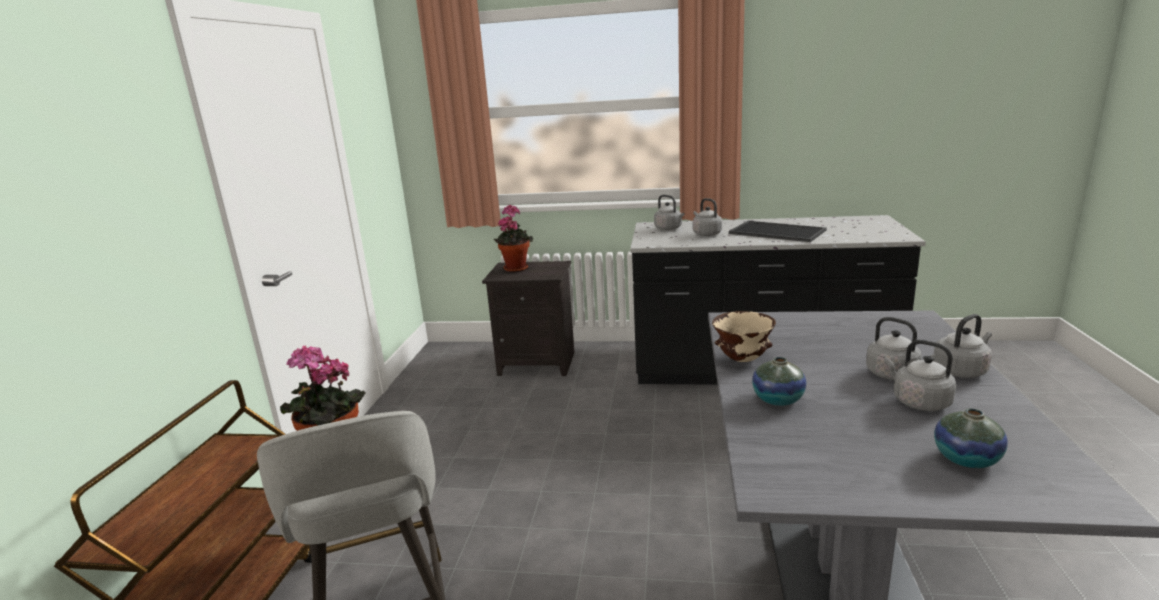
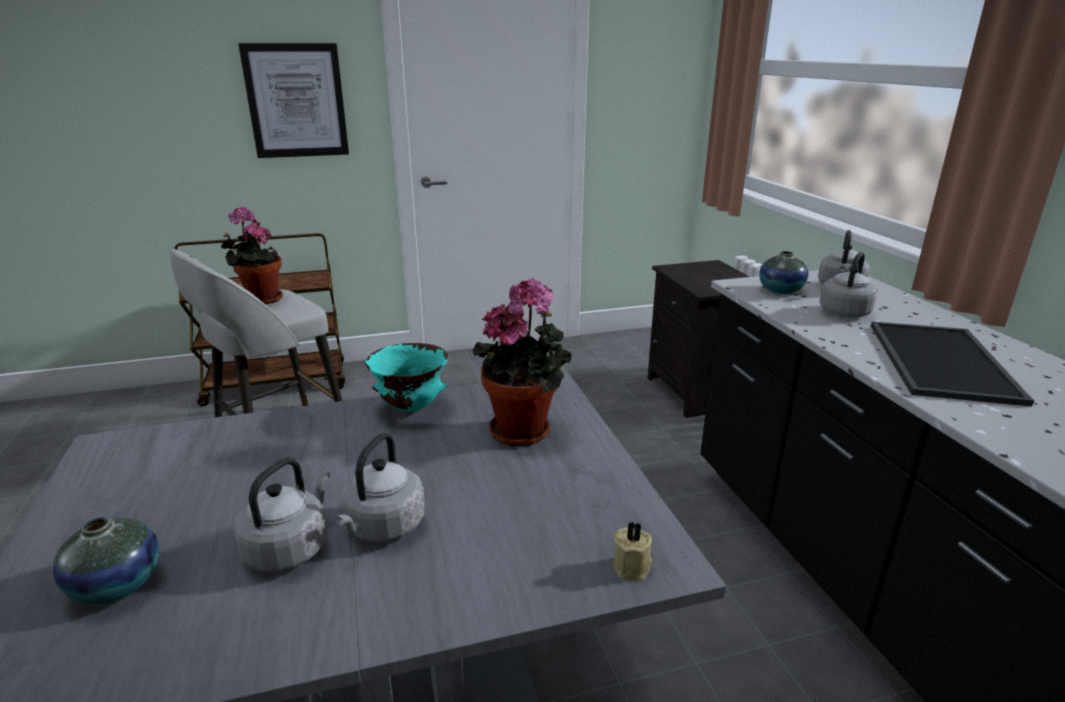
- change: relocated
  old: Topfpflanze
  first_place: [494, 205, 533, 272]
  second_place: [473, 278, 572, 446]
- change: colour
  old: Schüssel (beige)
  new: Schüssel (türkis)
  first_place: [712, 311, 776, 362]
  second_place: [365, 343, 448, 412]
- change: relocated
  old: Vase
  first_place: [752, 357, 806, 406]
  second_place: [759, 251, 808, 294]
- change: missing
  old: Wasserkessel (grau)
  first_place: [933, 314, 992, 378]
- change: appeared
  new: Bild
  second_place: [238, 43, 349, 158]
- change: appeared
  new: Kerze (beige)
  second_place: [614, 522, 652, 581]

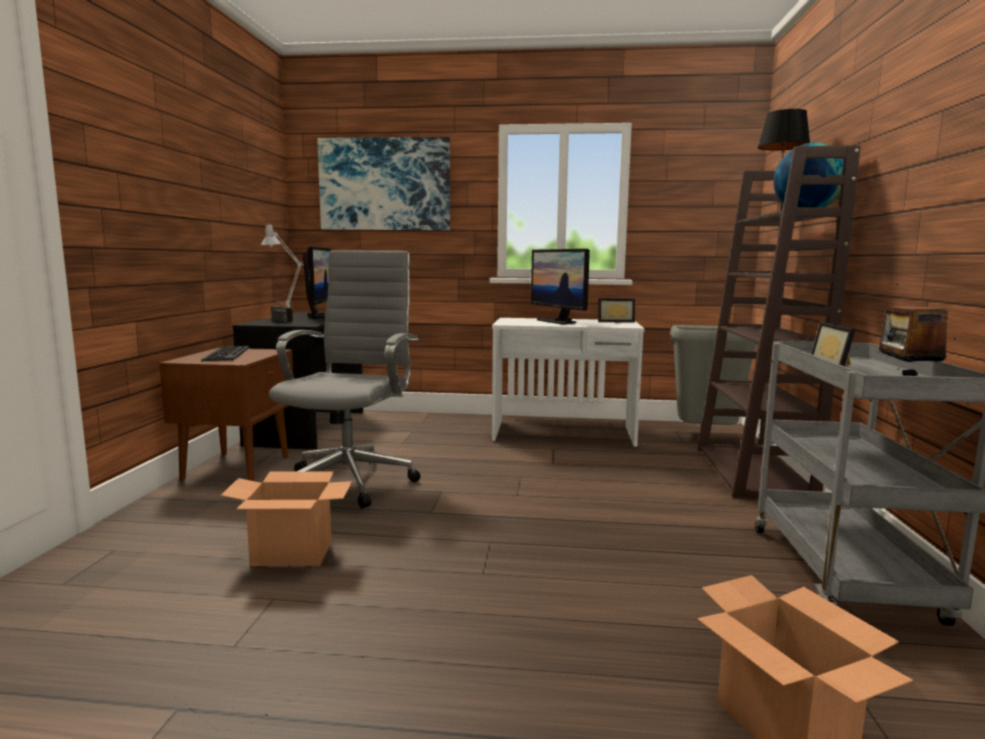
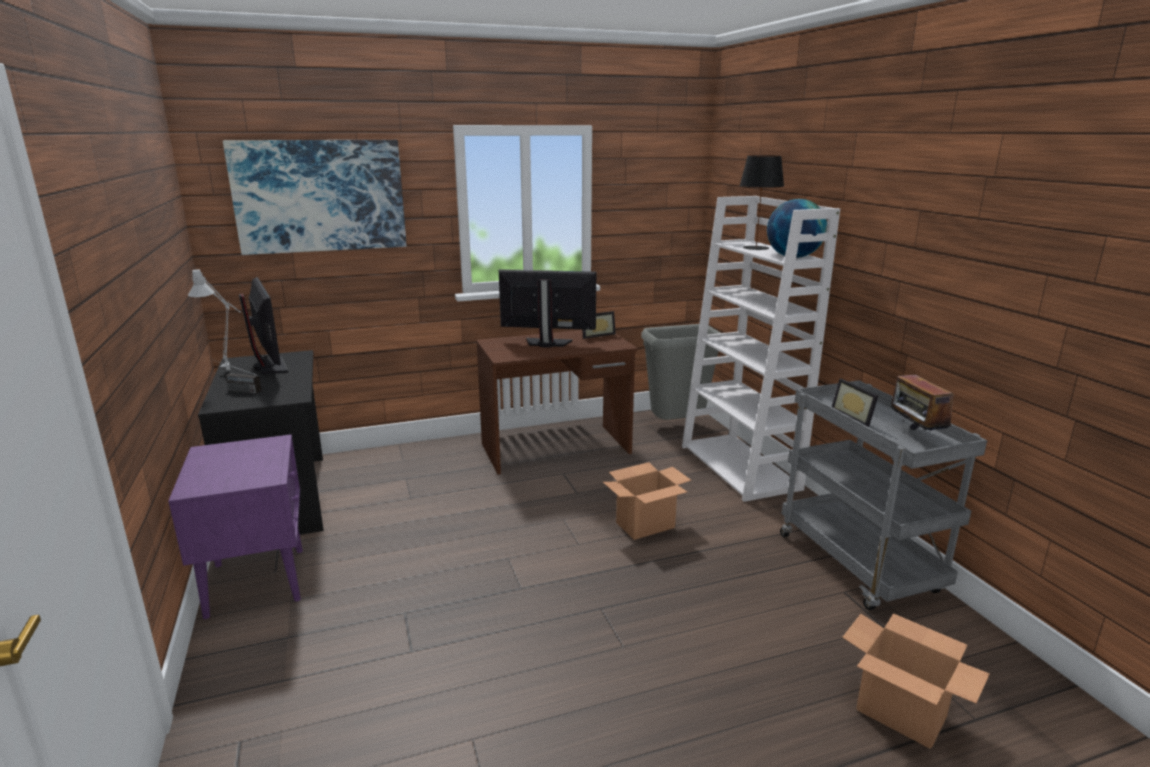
- change: colour
  old: Nachttisch (braun)
  new: Nachttisch (lila)
  first_place: [159, 348, 293, 481]
  second_place: [168, 434, 303, 619]
- change: missing
  old: Tastatur
  first_place: [201, 346, 249, 361]
- change: relocated
  old: Karton
  first_place: [220, 471, 352, 566]
  second_place: [603, 462, 692, 540]
- change: missing
  old: Bürostuhl (grau)
  first_place: [269, 250, 421, 509]
- change: colour
  old: Schreibtisch (weiß)
  new: Schreibtisch (braun)
  first_place: [492, 318, 645, 447]
  second_place: [476, 330, 638, 475]
- change: spun
  old: Monitor
  first_place: [531, 249, 590, 325]
  second_place: [499, 269, 596, 348]
  degrees: 150
- change: colour
  old: Bücherregal (braun)
  new: Bücherregal (weiß)
  first_place: [697, 145, 861, 499]
  second_place: [682, 196, 840, 502]

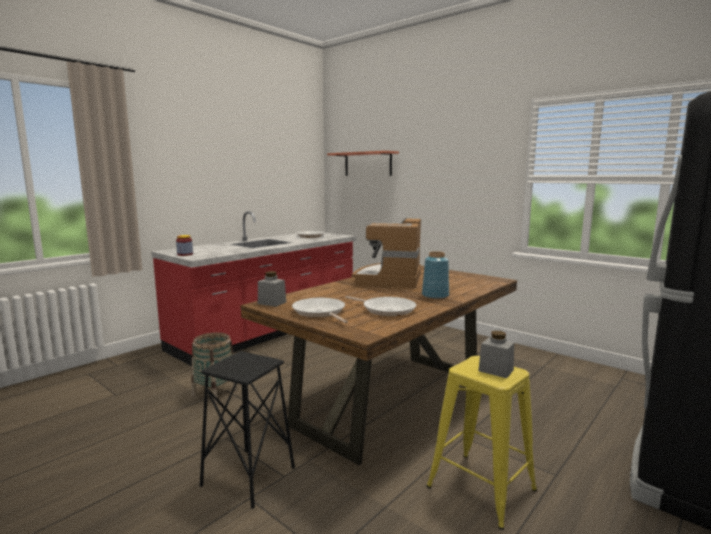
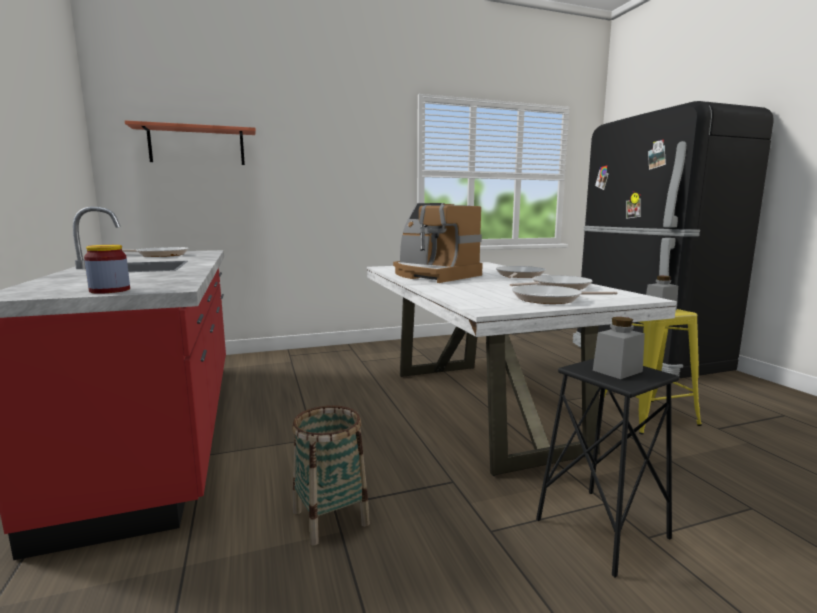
- change: colour
  old: Esstisch (braun)
  new: Esstisch (weiß)
  first_place: [240, 266, 517, 465]
  second_place: [367, 262, 677, 476]
- change: relocated
  old: Vorratsglas (grau)
  first_place: [258, 271, 286, 307]
  second_place: [593, 317, 645, 379]
- change: exchanged
  old: Vase (blau)
  new: Pfanne
  first_place: [422, 251, 449, 299]
  second_place: [496, 266, 546, 278]

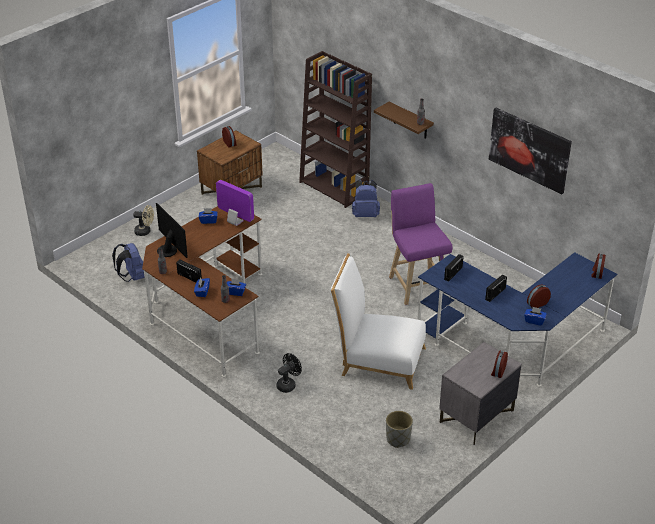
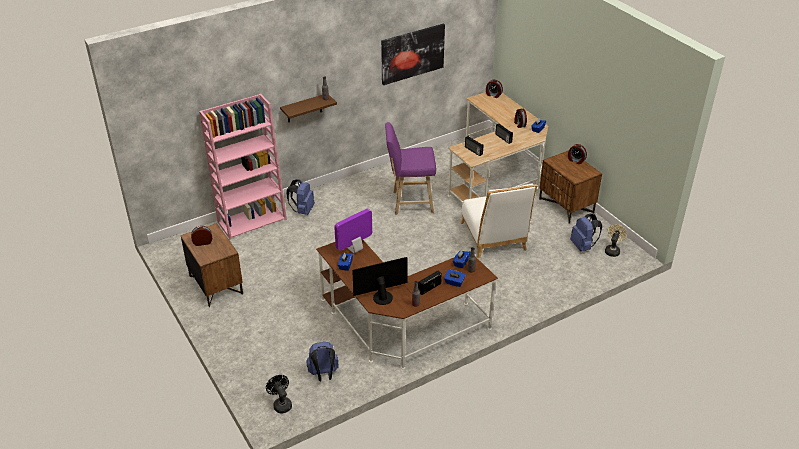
- change: relocated
  old: Ventilator (beige)
  first_place: [133, 205, 154, 236]
  second_place: [605, 224, 627, 257]
- change: relocated
  old: Ventilator (schwarz)
  first_place: [276, 353, 302, 393]
  second_place: [266, 375, 292, 413]
- change: colour
  old: Bücherregal (braun)
  new: Bücherregal (rosa)
  first_place: [299, 51, 372, 208]
  second_place: [199, 94, 287, 240]
- change: spun
  old: Stuhl (weiß)
  first_place: [331, 253, 426, 390]
  second_place: [460, 184, 538, 259]
  degrees: -45
- change: exchanged
  old: Pflanzkübel (grau)
  new: Rucksack (blau)
  first_place: [386, 411, 413, 448]
  second_place: [570, 214, 602, 251]
- change: colour
  old: Schreibtisch (blau)
  new: Schreibtisch (beige)
  first_place: [418, 252, 617, 387]
  second_place: [447, 92, 548, 203]
- change: colour
  old: Nachttisch (grau)
  new: Nachttisch (braun)
  first_place: [439, 342, 522, 445]
  second_place: [539, 150, 602, 224]

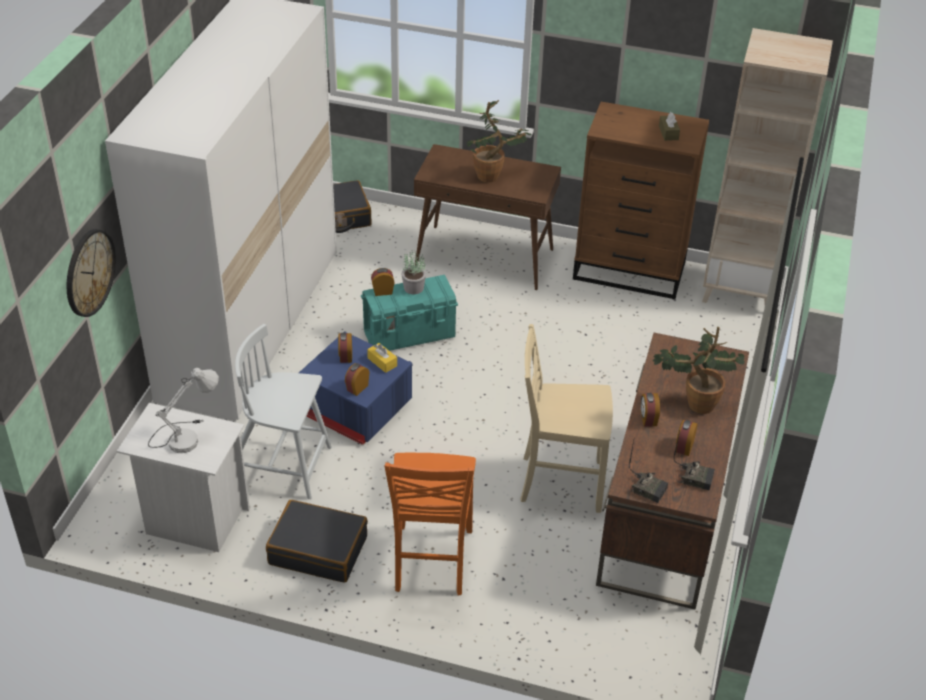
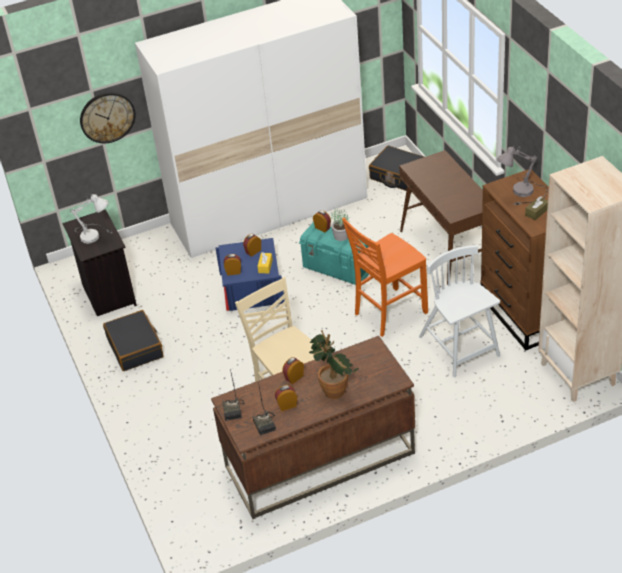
- change: colour
  old: Nachttisch (weiß)
  new: Nachttisch (schwarz)
  first_place: [117, 403, 250, 552]
  second_place: [62, 209, 137, 316]
- change: relocated
  old: Stuhl (weiß)
  first_place: [235, 324, 332, 499]
  second_place: [419, 245, 500, 377]
- change: relocated
  old: Stuhl (orange)
  first_place: [385, 453, 476, 595]
  second_place: [342, 217, 428, 337]
- change: missing
  old: Topfpflanze
  first_place: [466, 100, 532, 183]
- change: appeared
  new: Tischlampe (grau)
  second_place: [497, 146, 548, 205]

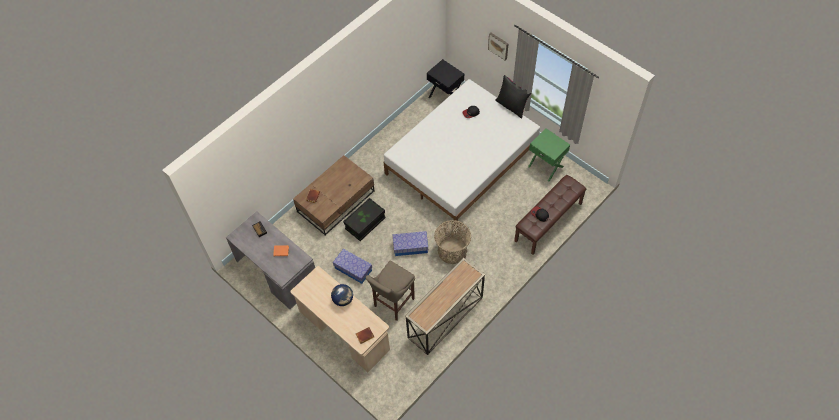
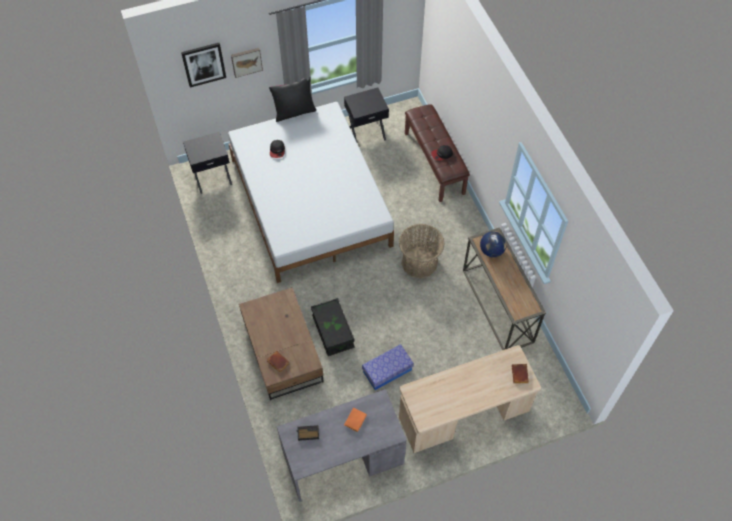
- change: relocated
  old: Globus
  first_place: [331, 284, 353, 306]
  second_place: [480, 231, 507, 257]
- change: missing
  old: Hocker (beige)
  first_place: [366, 261, 415, 321]
- change: missing
  old: Aufbewahrungsbox
  first_place: [392, 231, 428, 256]
- change: colour
  old: Nachttisch (grün)
  new: Nachttisch (schwarz)
  first_place: [528, 129, 570, 182]
  second_place: [344, 88, 389, 142]
- change: appeared
  new: Bild
  second_place: [181, 43, 226, 88]

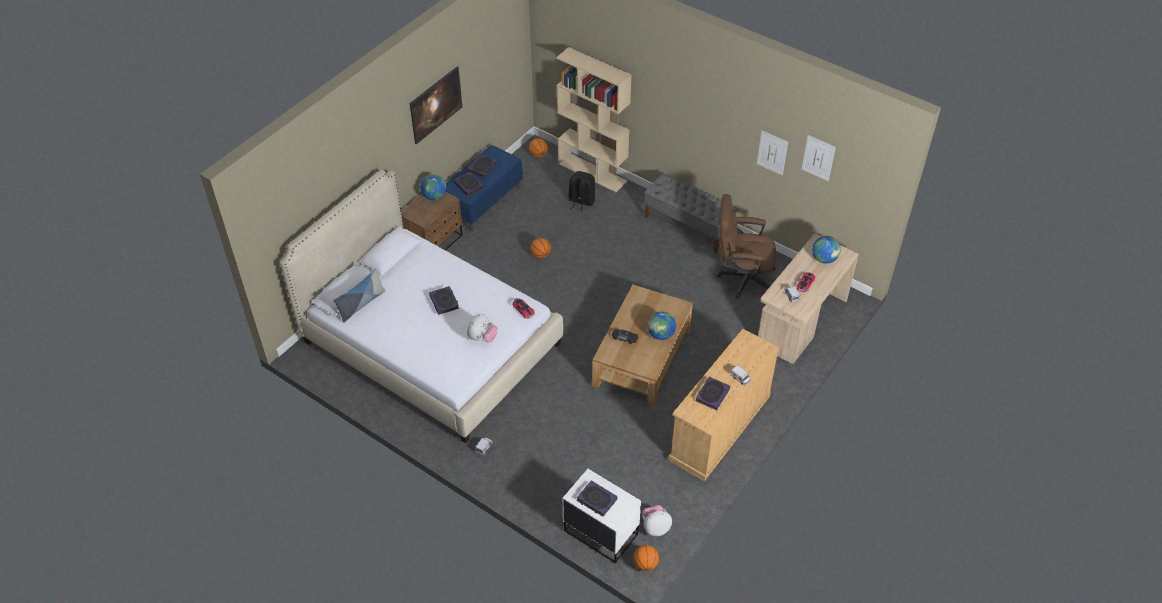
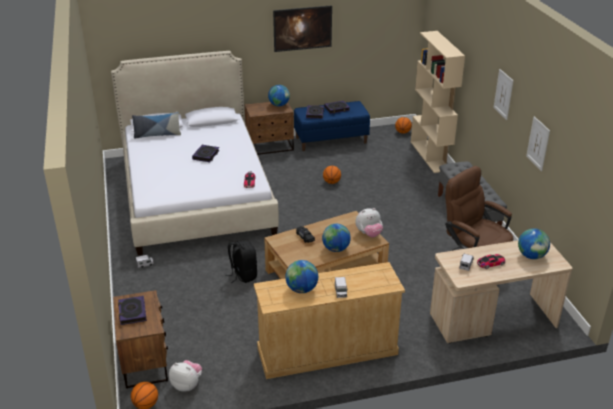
- change: relocated
  old: Plüschtier
  first_place: [467, 313, 498, 342]
  second_place: [356, 208, 383, 237]
- change: colour
  old: Nachttisch (weiß)
  new: Nachttisch (braun)
  first_place: [563, 469, 641, 564]
  second_place: [113, 290, 168, 389]
- change: relocated
  old: Rucksack (schwarz)
  first_place: [568, 171, 595, 212]
  second_place: [225, 240, 257, 283]
- change: exchanged
  old: Buch
  new: Globus
  first_place: [695, 377, 730, 410]
  second_place: [285, 260, 318, 293]
- change: relocated
  old: Bild
  first_place: [802, 135, 836, 181]
  second_place: [493, 69, 513, 120]

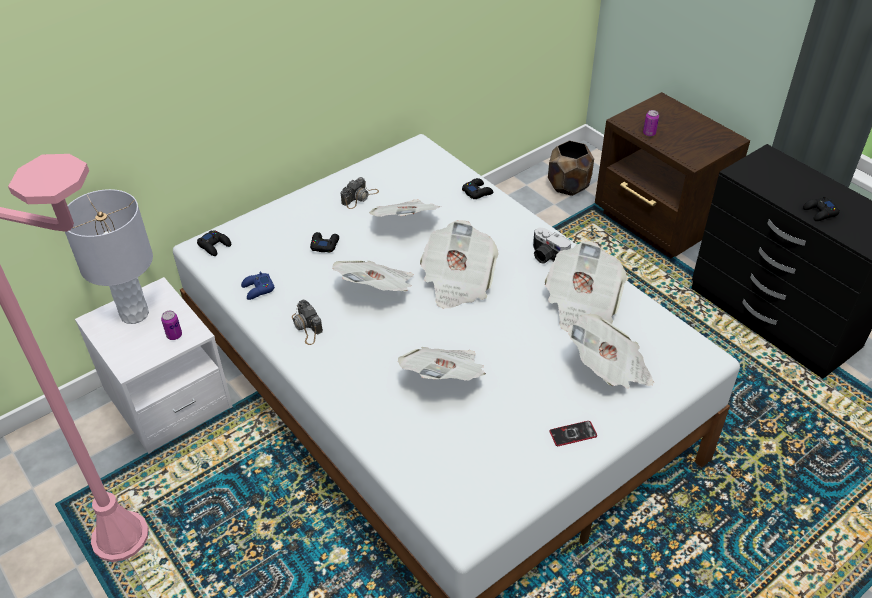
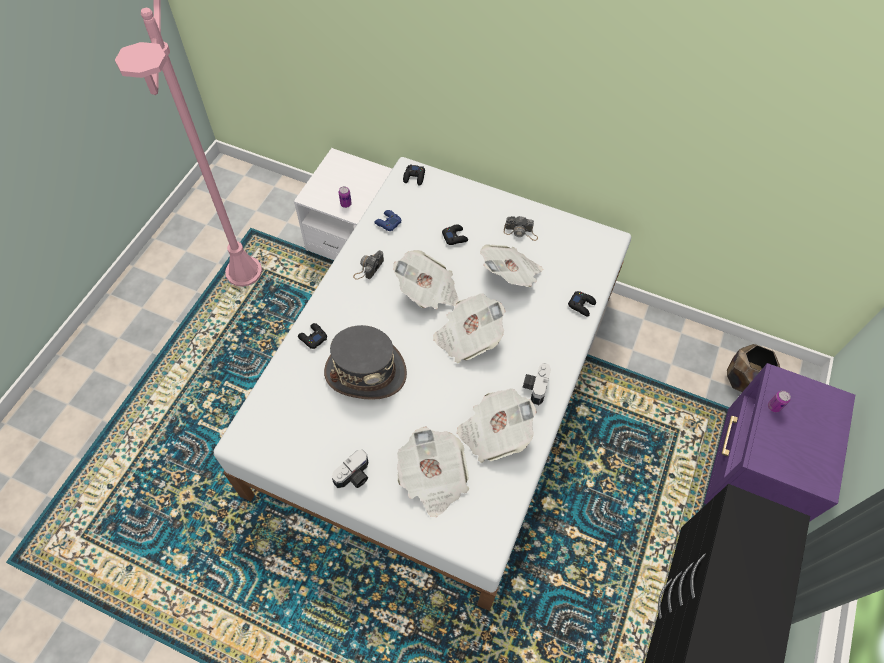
- change: missing
  old: Tischlampe (grau)
  first_place: [65, 189, 153, 324]
- change: exchanged
  old: Zeitung
  new: Hut (grau)
  first_place: [398, 347, 486, 380]
  second_place: [324, 325, 407, 400]
- change: exchanged
  old: Handy
  new: Kamera
  first_place: [550, 421, 597, 446]
  second_place: [332, 450, 368, 488]
- change: colour
  old: Nachttisch (braun)
  new: Nachttisch (lila)
  first_place: [595, 92, 750, 258]
  second_place: [704, 363, 855, 522]
- change: relocated
  old: Gamepad (schwarz)
  first_place: [803, 196, 840, 221]
  second_place: [298, 323, 327, 349]

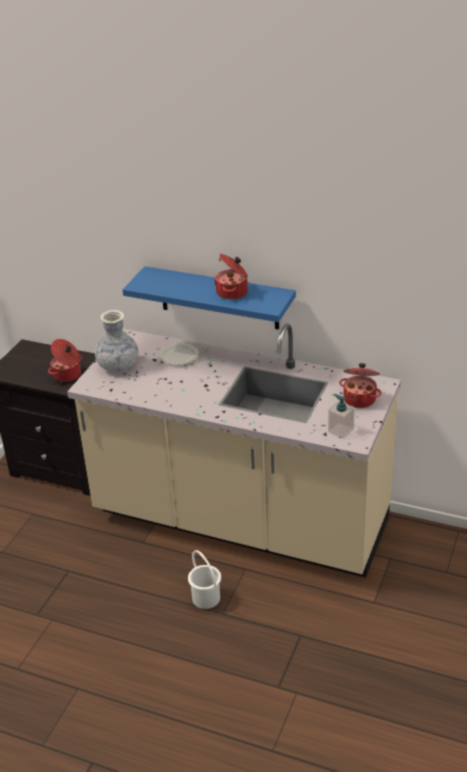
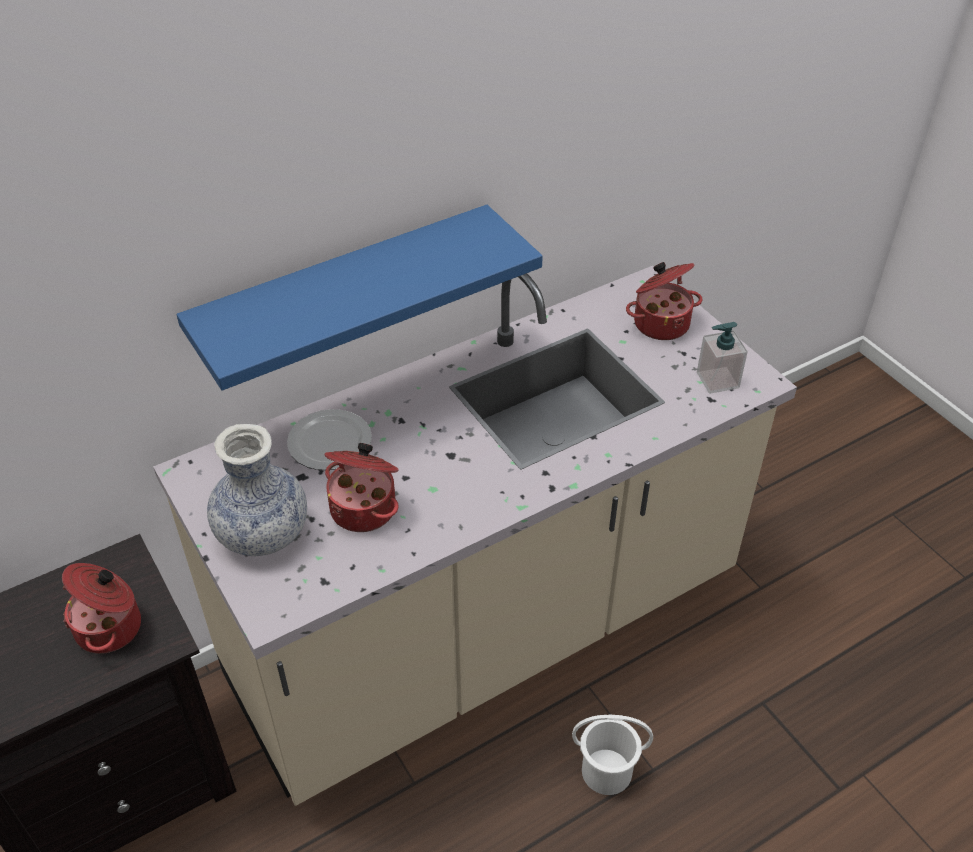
- change: relocated
  old: Kochtopf
  first_place: [214, 254, 248, 299]
  second_place: [324, 443, 399, 532]

